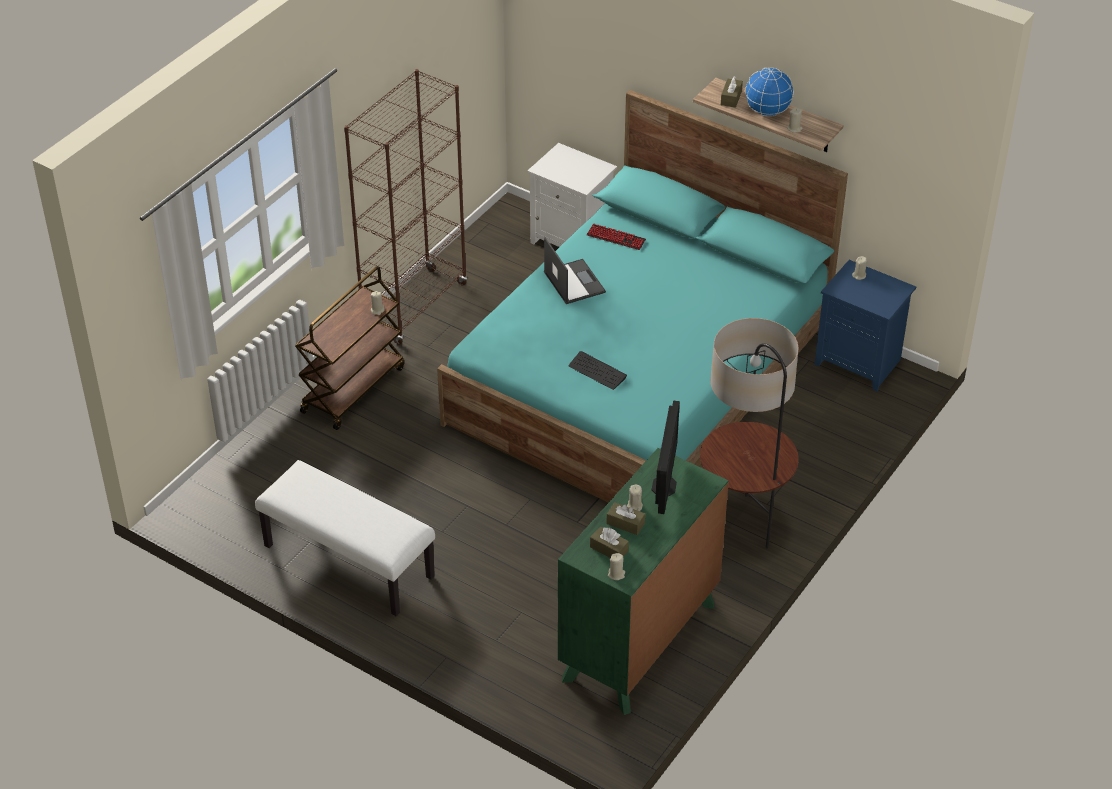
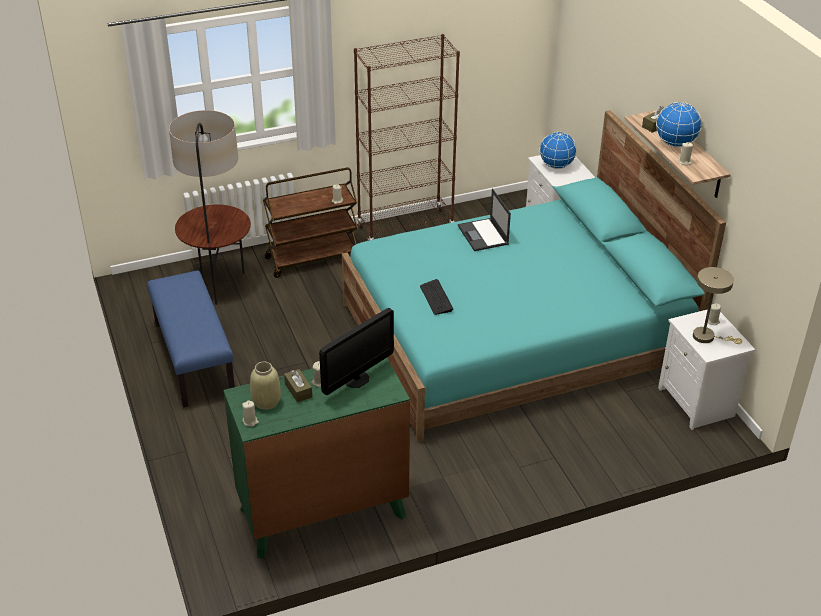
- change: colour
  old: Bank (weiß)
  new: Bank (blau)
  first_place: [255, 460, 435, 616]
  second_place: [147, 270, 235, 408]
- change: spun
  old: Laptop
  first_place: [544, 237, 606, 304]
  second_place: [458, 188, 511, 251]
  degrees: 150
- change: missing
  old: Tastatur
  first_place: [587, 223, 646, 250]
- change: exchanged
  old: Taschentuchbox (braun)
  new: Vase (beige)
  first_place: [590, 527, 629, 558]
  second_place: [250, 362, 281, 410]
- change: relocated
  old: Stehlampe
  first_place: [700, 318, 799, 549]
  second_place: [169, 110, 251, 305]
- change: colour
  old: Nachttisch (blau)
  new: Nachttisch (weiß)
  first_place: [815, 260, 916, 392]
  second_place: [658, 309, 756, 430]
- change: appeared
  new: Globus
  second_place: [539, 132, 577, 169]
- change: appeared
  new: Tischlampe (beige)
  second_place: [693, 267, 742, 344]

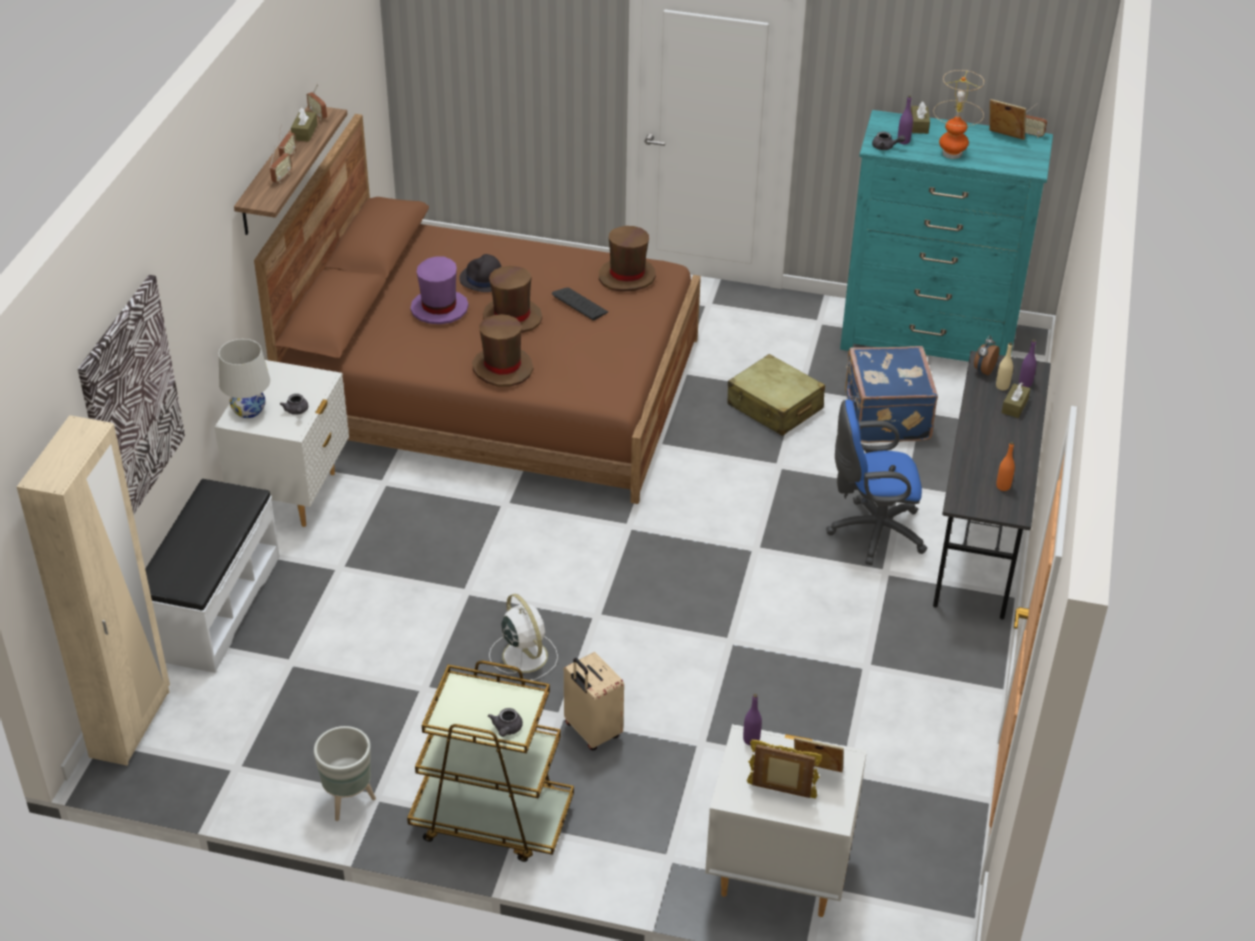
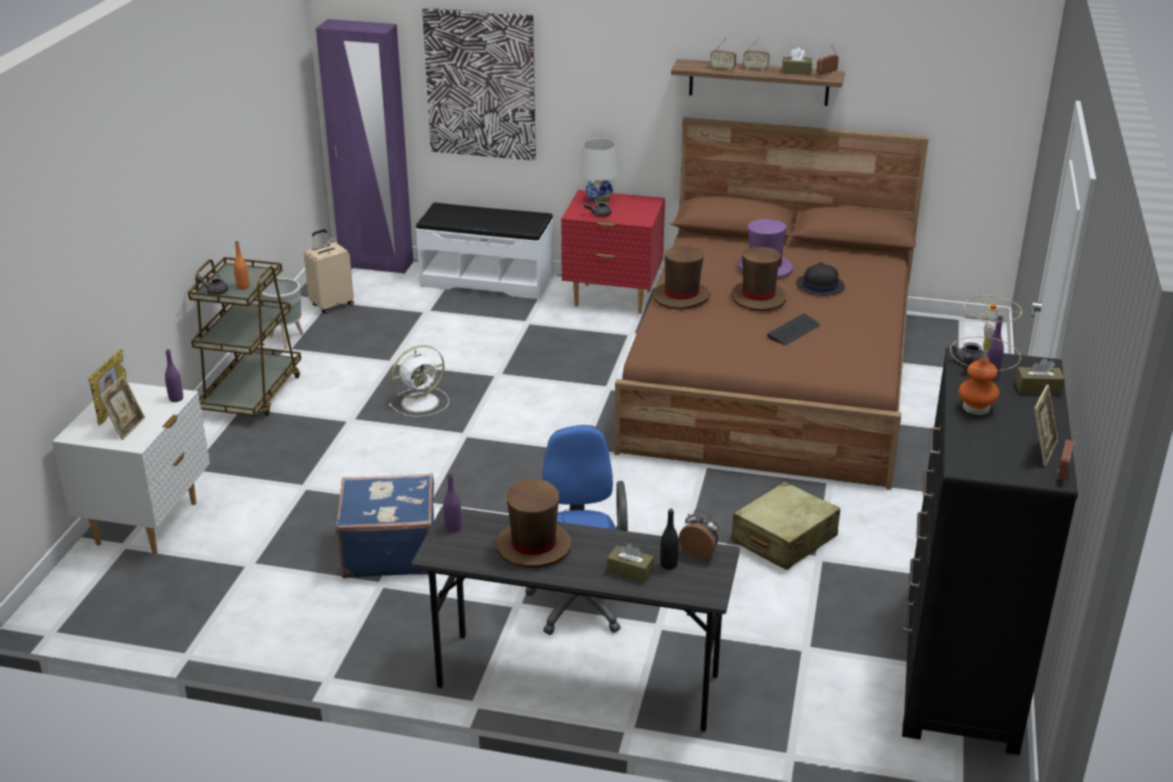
- change: colour
  old: Kleiderschrank (beige)
  new: Kleiderschrank (lila)
  first_place: [17, 415, 170, 766]
  second_place: [316, 19, 413, 274]
- change: colour
  old: Nachttisch (weiß)
  new: Nachttisch (rot)
  first_place: [215, 360, 349, 527]
  second_place: [561, 190, 665, 313]
- change: relocated
  old: Koffer (beige)
  first_place: [564, 652, 624, 750]
  second_place: [304, 229, 354, 314]
- change: relocated
  old: Hut (braun)
  first_place: [599, 226, 656, 292]
  second_place: [496, 478, 571, 568]
- change: colour
  old: Kommode (türkis)
  new: Kommode (schwarz)
  first_place: [840, 110, 1053, 362]
  second_place: [902, 347, 1078, 755]
- change: relocated
  old: Koffer (blau)
  first_place: [845, 346, 938, 443]
  second_place: [336, 473, 434, 578]
- change: colour
  old: Flasche (beige)
  new: Flasche (schwarz)
  first_place: [996, 342, 1013, 390]
  second_place: [660, 509, 679, 570]
- change: relocated
  old: Flasche (orange)
  first_place: [996, 442, 1015, 491]
  second_place: [234, 241, 249, 290]
- change: relocated
  old: Flasche (lila)
  first_place: [1019, 340, 1036, 387]
  second_place: [443, 473, 462, 532]

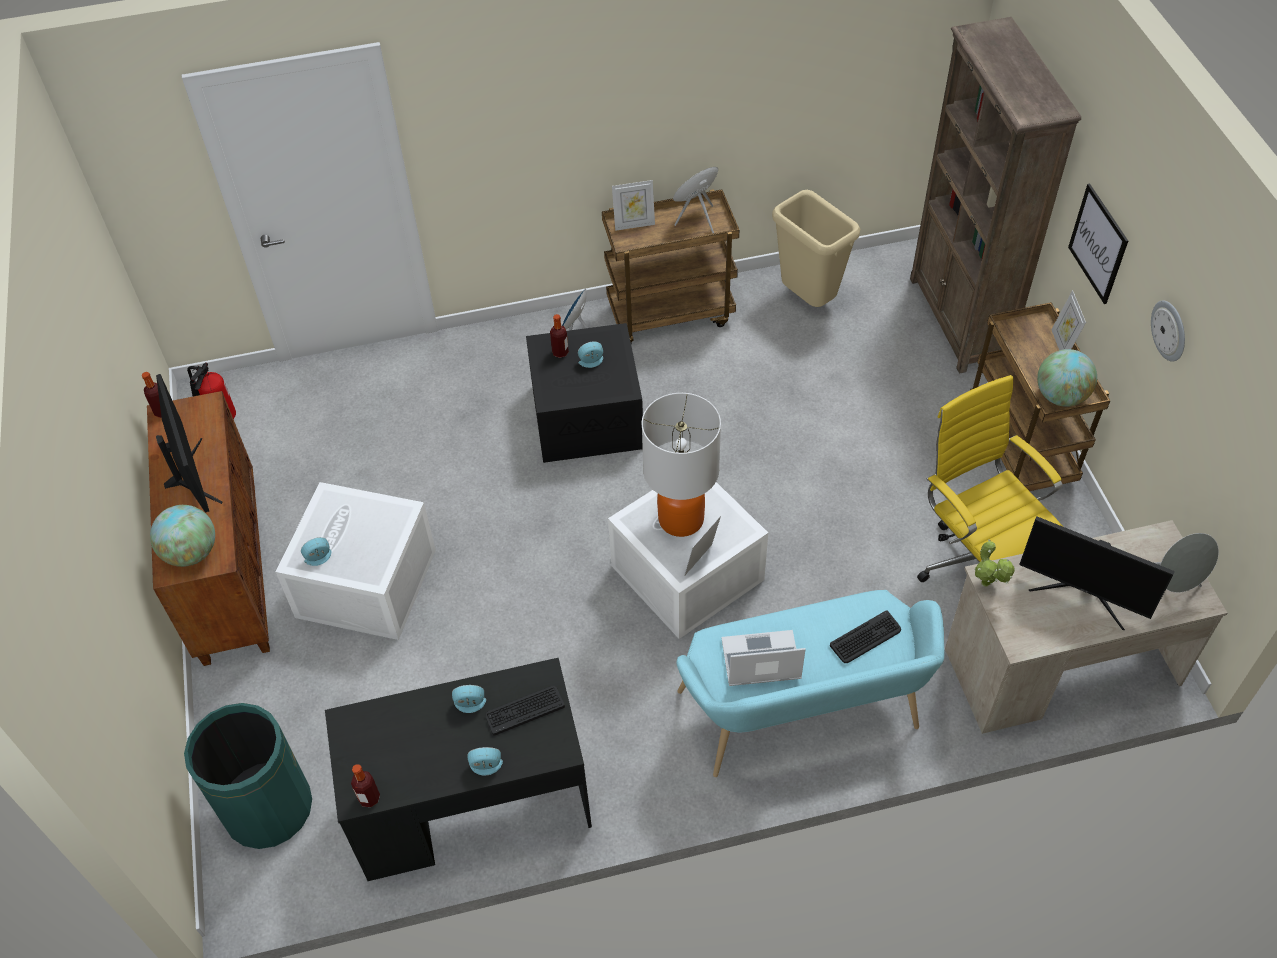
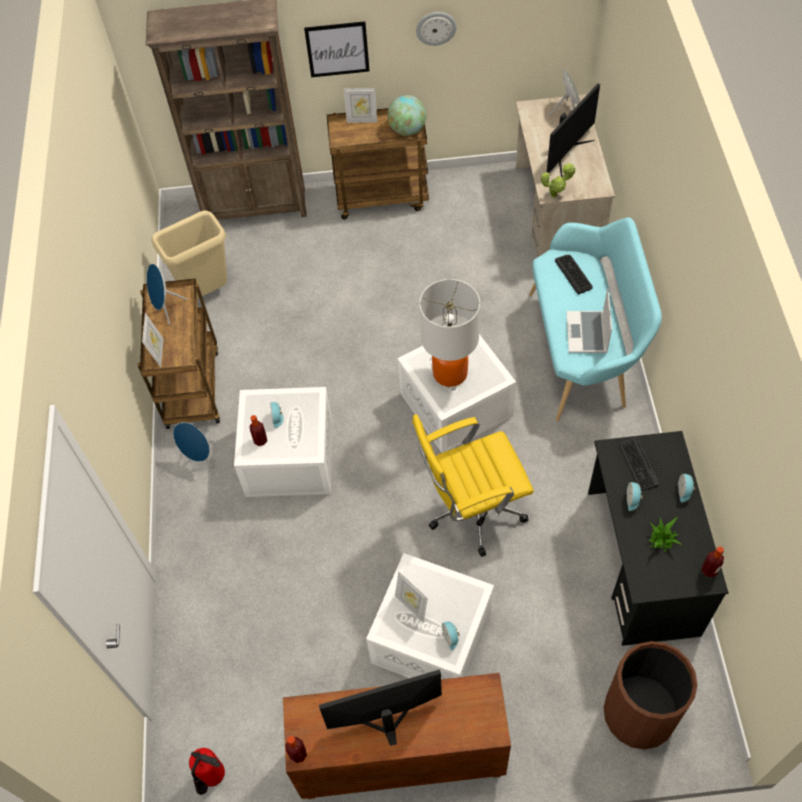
- change: missing
  old: Globus
  first_place: [150, 505, 215, 567]
- change: colour
  old: Mülleimer (grün)
  new: Mülleimer (braun)
  first_place: [184, 703, 312, 849]
  second_place: [603, 641, 697, 749]
- change: colour
  old: Aufbewahrungsbox (schwarz)
  new: Aufbewahrungsbox (weiß)
  first_place: [526, 323, 643, 463]
  second_place: [234, 387, 332, 497]
- change: relocated
  old: Bilderrahmen
  first_place: [684, 516, 721, 576]
  second_place: [395, 571, 428, 622]
- change: relocated
  old: Bürostuhl (gelb)
  first_place: [917, 375, 1062, 582]
  second_place: [412, 414, 534, 557]
- change: appeared
  new: Topfpflanze
  second_place: [649, 516, 682, 552]

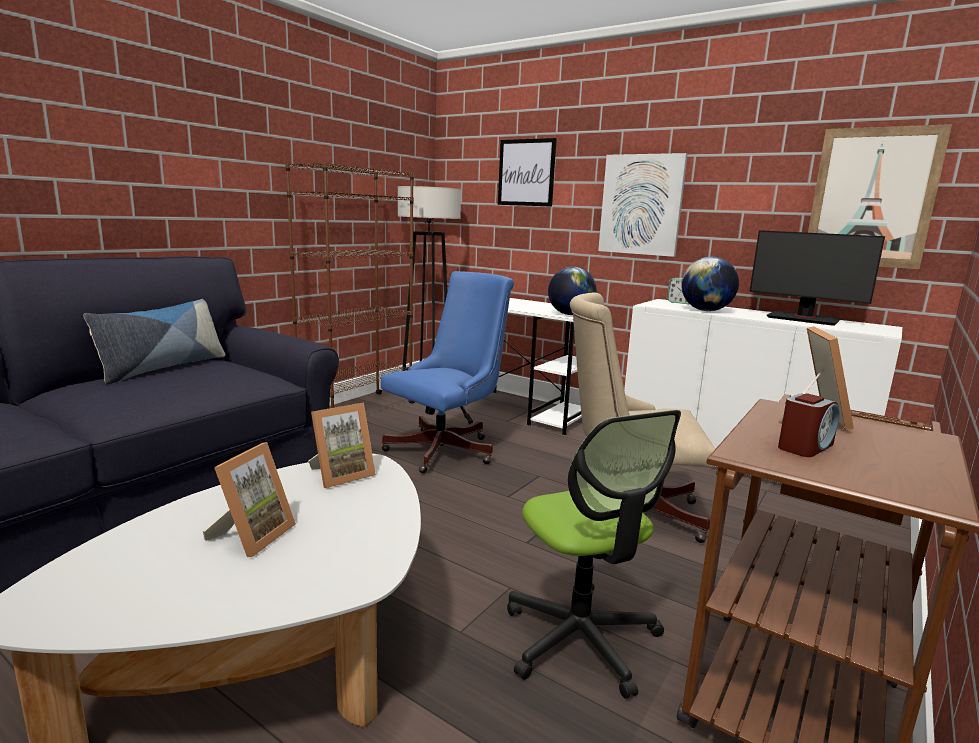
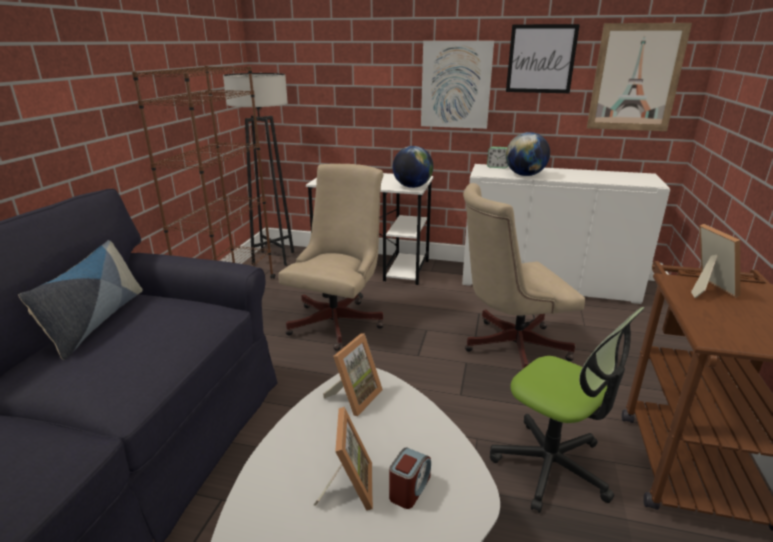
- change: colour
  old: Bürostuhl (blau)
  new: Bürostuhl (beige)
  first_place: [381, 271, 514, 473]
  second_place: [278, 164, 384, 351]
- change: relocated
  old: Bild
  first_place: [498, 138, 557, 207]
  second_place: [506, 24, 580, 93]
- change: missing
  old: Monitor
  first_place: [749, 230, 885, 326]
- change: relocated
  old: Wecker
  first_place: [778, 393, 840, 457]
  second_place: [389, 447, 431, 509]

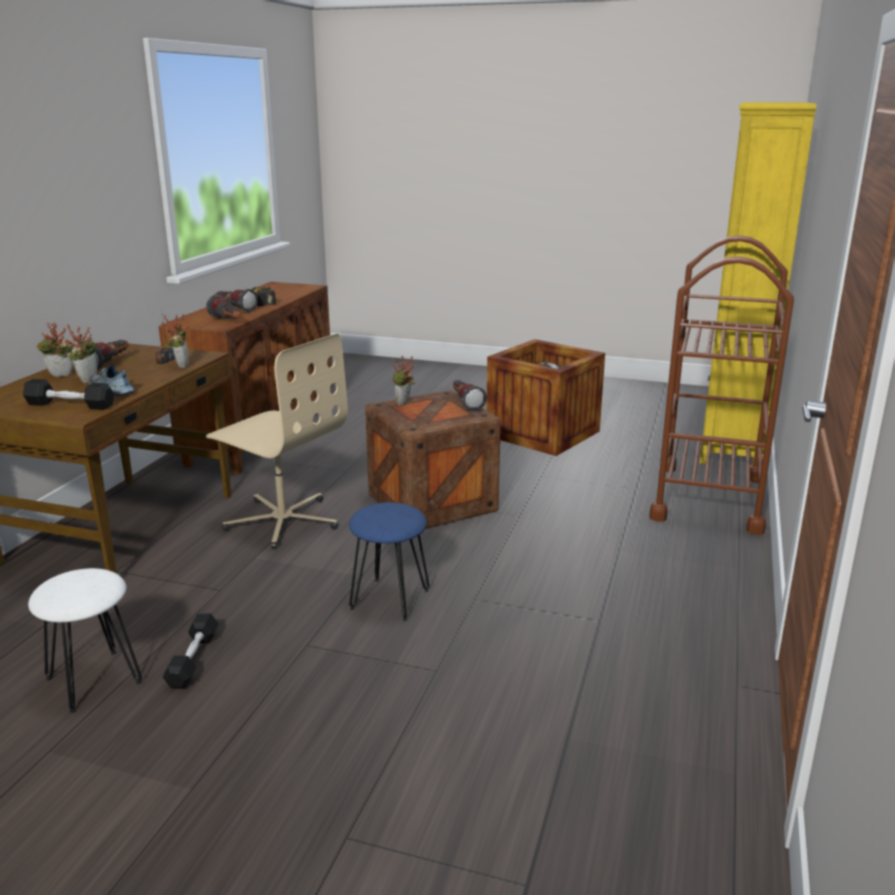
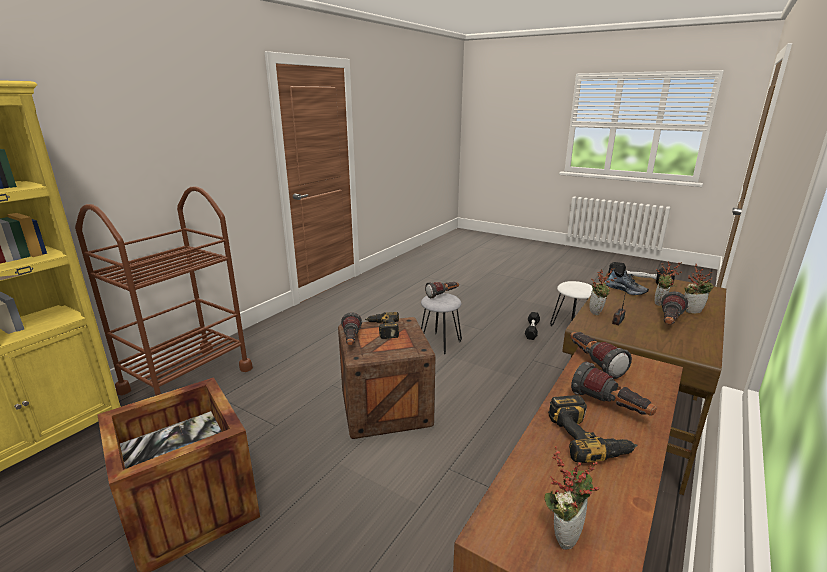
- change: missing
  old: Bürostuhl (beige)
  first_place: [206, 333, 348, 549]
- change: colour
  old: Hocker (blau)
  new: Hocker (grau)
  first_place: [349, 502, 429, 621]
  second_place: [421, 293, 462, 354]
- change: relocated
  old: Topfpflanze
  first_place: [392, 355, 416, 406]
  second_place: [544, 446, 600, 550]
- change: appeared
  new: Bohrmaschine
  second_place: [365, 312, 399, 339]
- change: appeared
  new: Taschenlampe
  second_place: [425, 282, 459, 299]

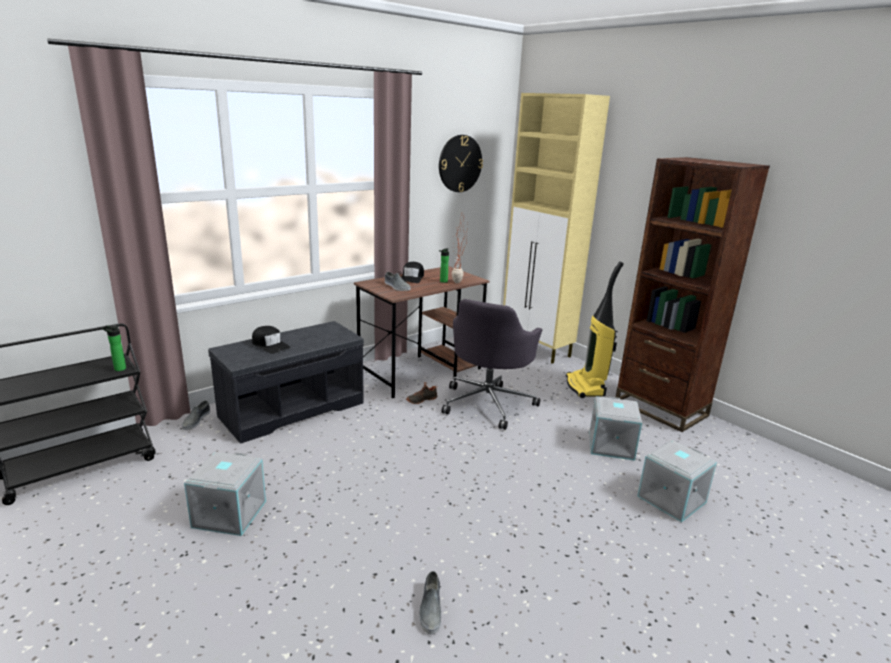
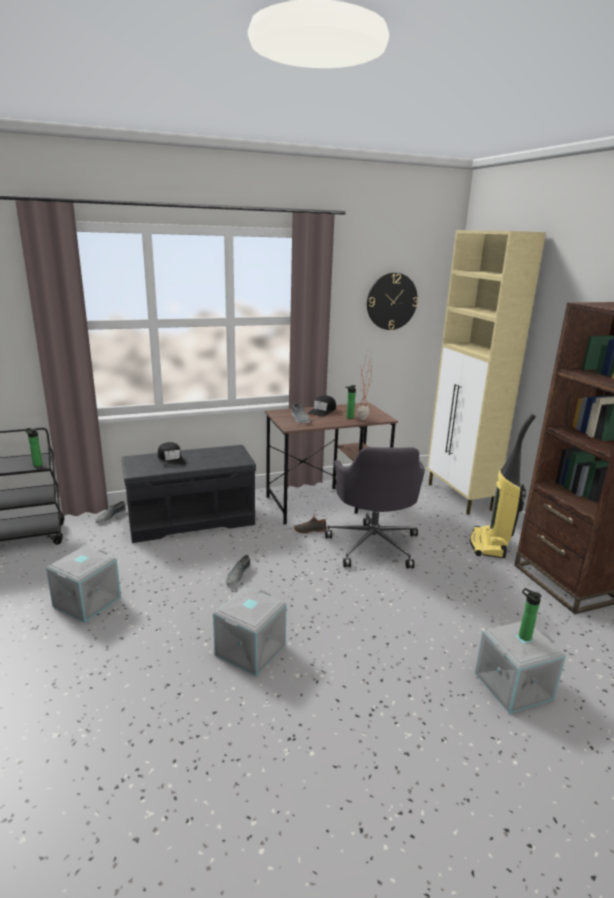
- change: relocated
  old: Schuh (grau)
  first_place: [419, 571, 441, 635]
  second_place: [226, 555, 250, 587]
- change: spun
  old: Bürostuhl (grau)
  first_place: [441, 299, 542, 430]
  second_place: [325, 447, 425, 568]
  degrees: -45
- change: relocated
  old: Aufbewahrungsbox (grau)
  first_place: [589, 396, 642, 460]
  second_place: [213, 587, 287, 676]
- change: appeared
  new: Flasche
  second_place: [519, 588, 542, 641]

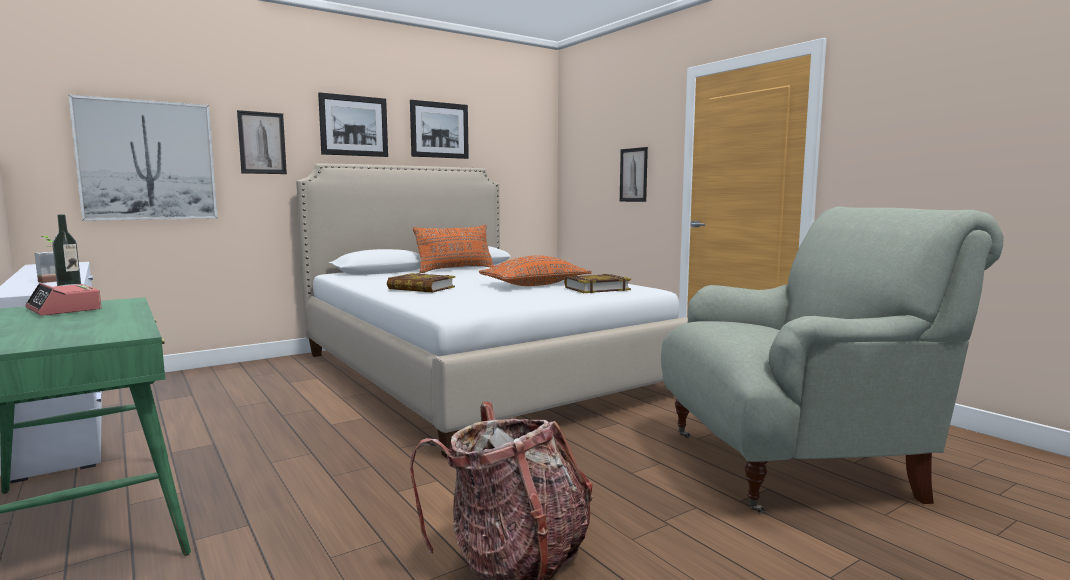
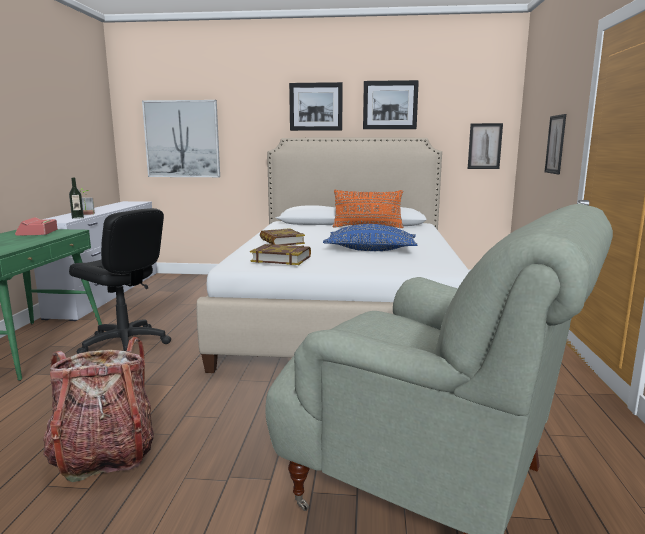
- change: relocated
  old: Bild
  first_place: [237, 110, 287, 174]
  second_place: [468, 123, 503, 169]
- change: colour
  old: Kissen (orange)
  new: Kissen (blau)
  first_place: [479, 256, 592, 286]
  second_place: [323, 224, 417, 251]
- change: relocated
  old: Buch
  first_place: [564, 274, 631, 293]
  second_place: [250, 244, 311, 265]
- change: appeared
  new: Bürostuhl (schwarz)
  second_place: [69, 208, 171, 354]

